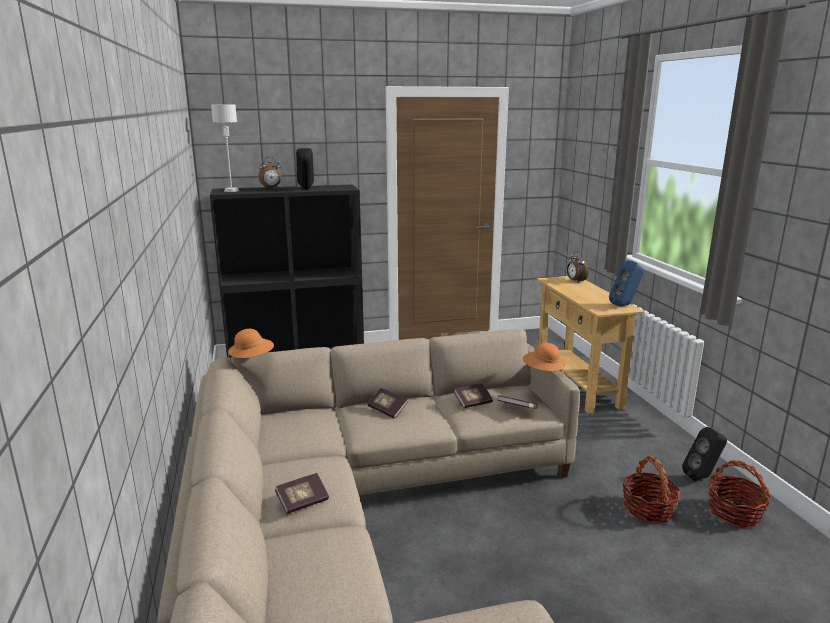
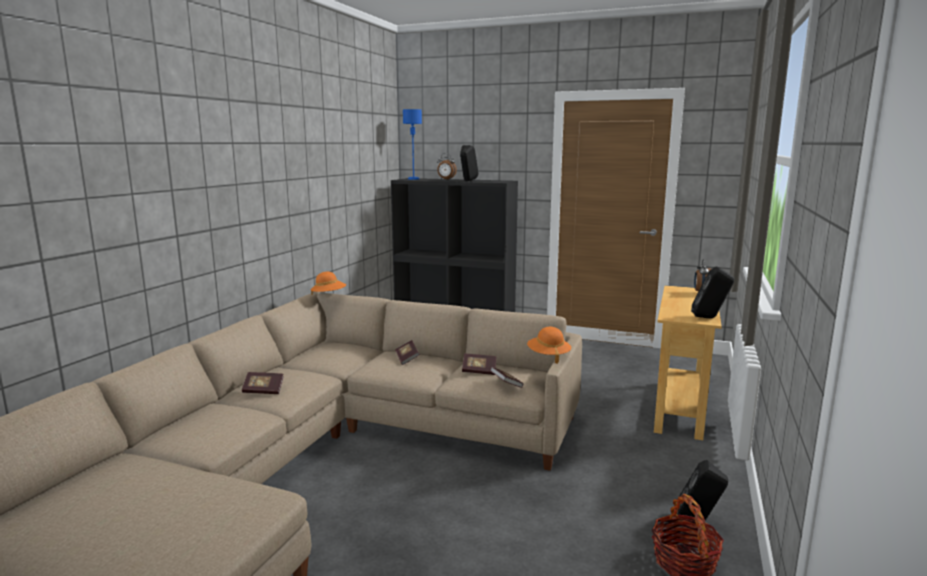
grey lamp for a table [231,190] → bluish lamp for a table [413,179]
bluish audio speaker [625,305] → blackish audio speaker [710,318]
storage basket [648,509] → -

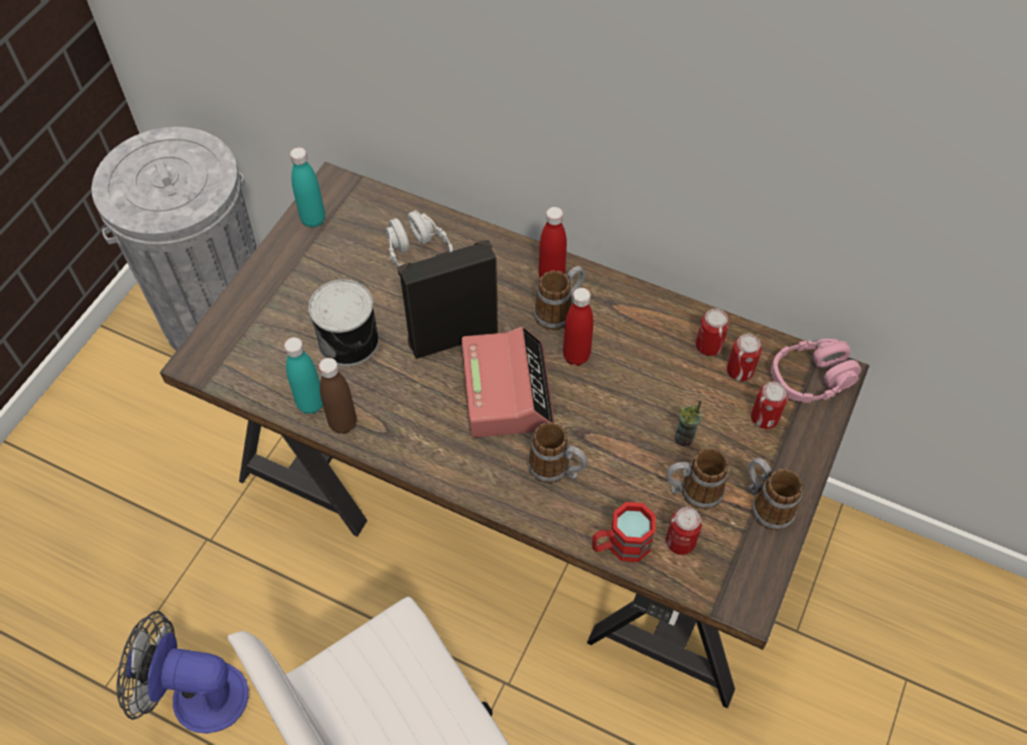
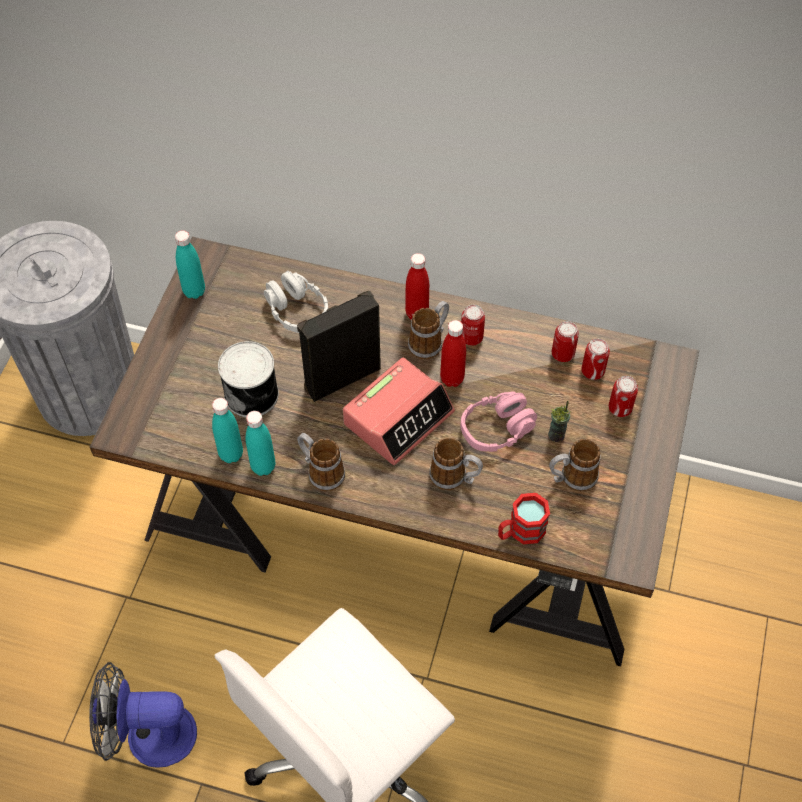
brown beverage bottle [343,423] → turquoise-coloured beverage bottle [263,466]
coffee mug [765,504] → coffee mug [321,471], moved
bedside clock [506,391] → bedside clock [398,417], 60 degrees clockwise
pinkish headphones [811,378] → pinkish headphones [497,428], moved
can [680,542] → can [471,337], moved

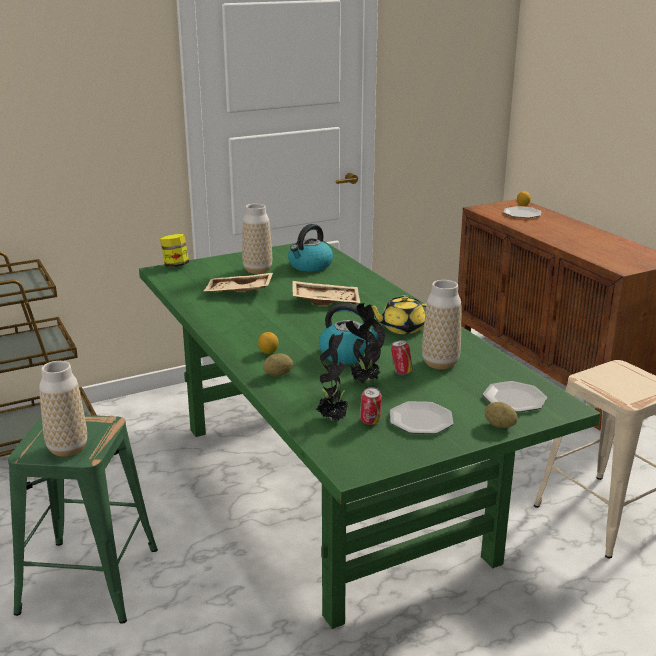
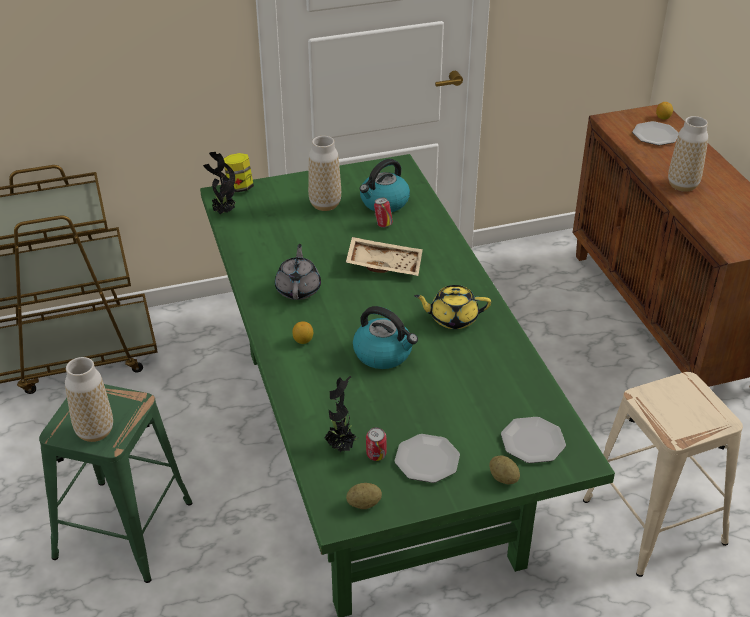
plant in a pot [364,381] → plant in a pot [223,212], moved
- → grey pot for tea [298,289]
potato [278,375] → potato [364,504], moved
can [401,373] → can [383,224], moved
vase [440,363] → vase [682,185], moved
beige carrying tray [239,292] → -

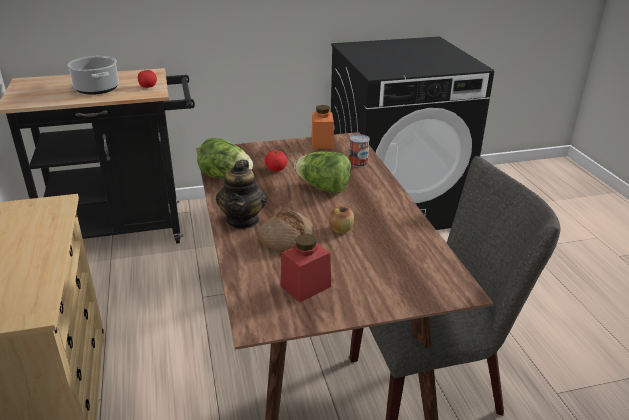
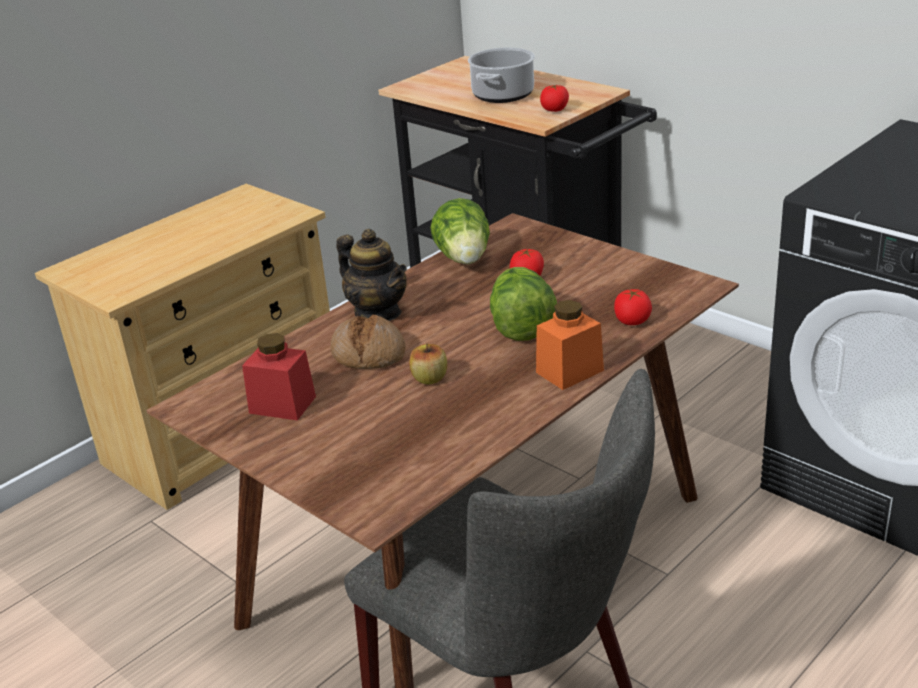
pot for tea [243,220] → pot for tea [378,313], 105 degrees counterclockwise
orange-coloured jar [322,143] → orange-coloured jar [569,371], moved
can [358,162] → tomato [632,321]

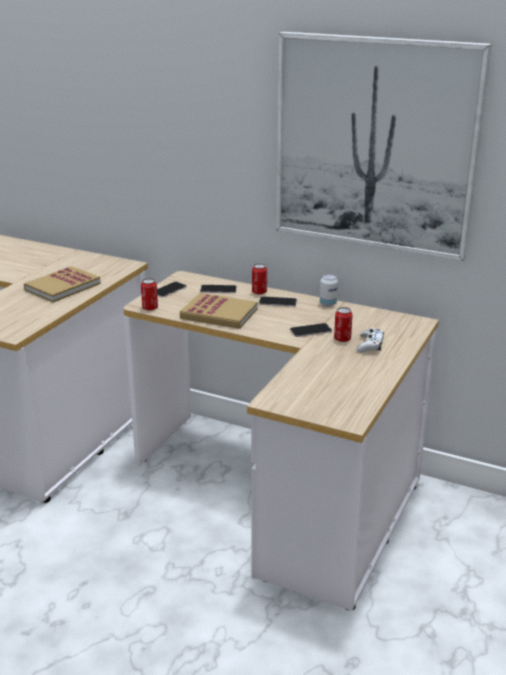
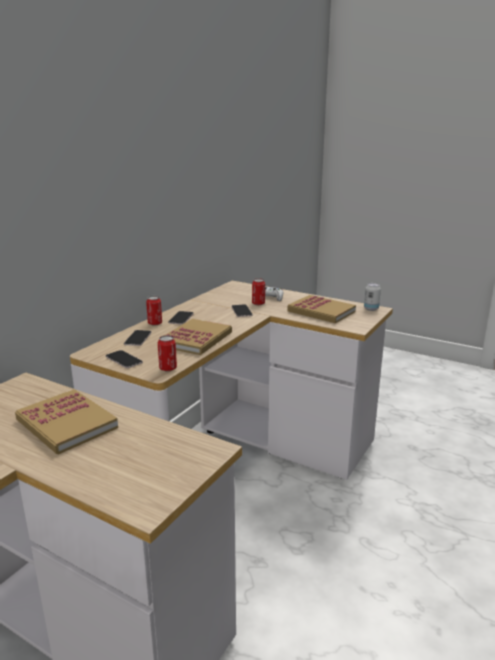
- → bound book [321,311]
can [328,304] → can [371,309], moved
wall picture [374,145] → -

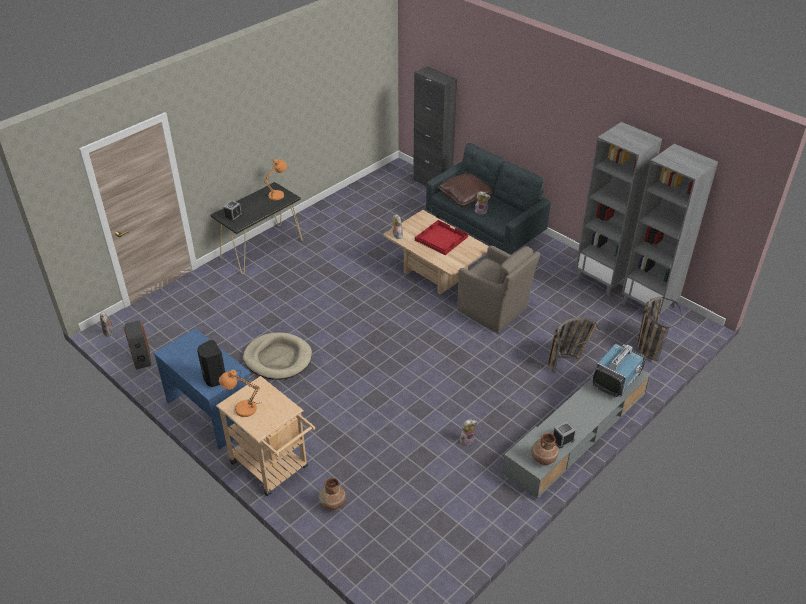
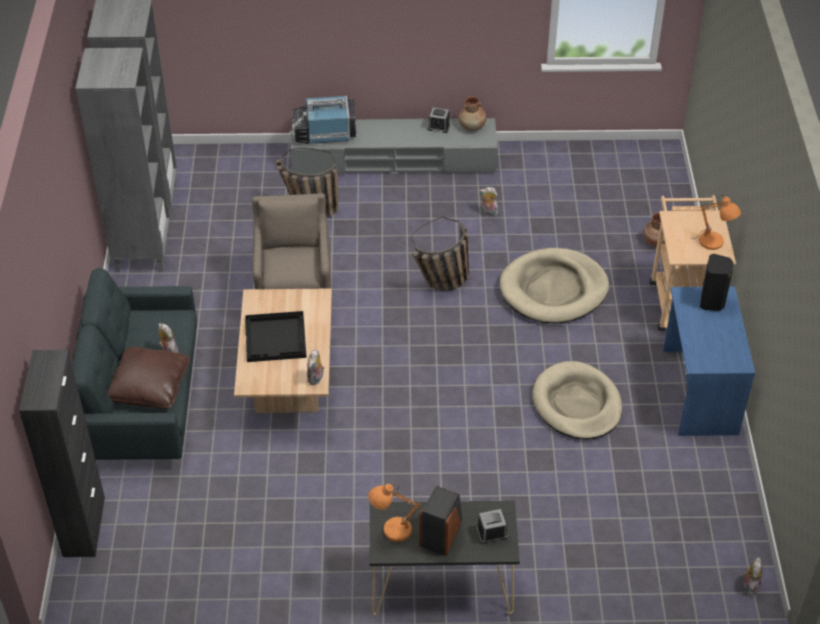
red carrying tray [440,238] → blackish carrying tray [276,338]
storage basket [648,344] → storage basket [442,284], moved
audio speaker [141,357] → audio speaker [441,533], moved
- → beige pet bed [553,289]

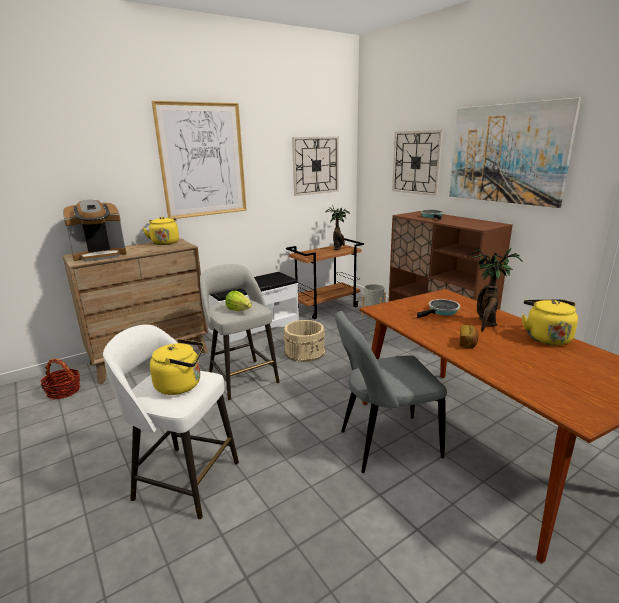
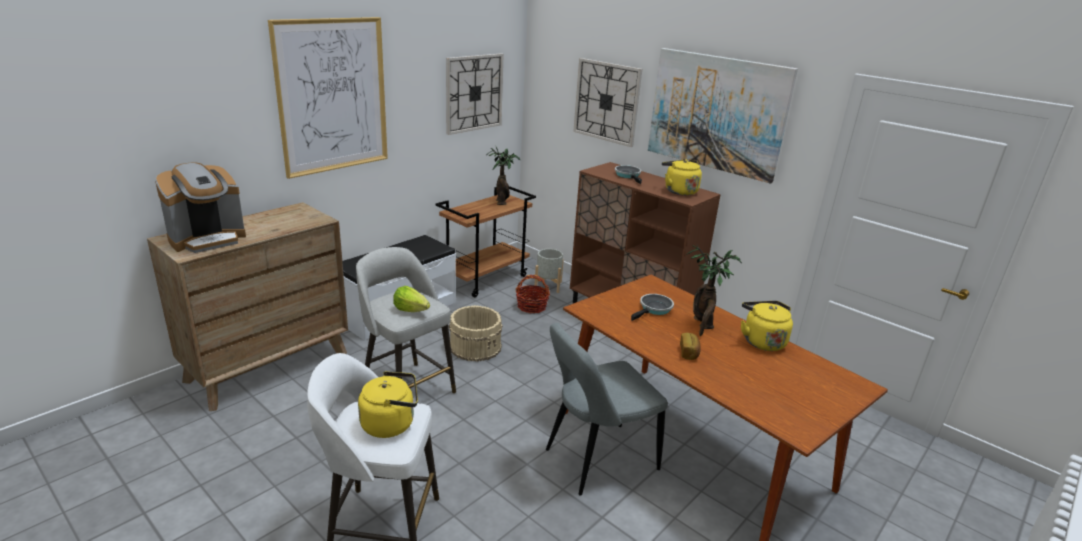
storage basket [64,391] → storage basket [532,306], moved
yellow water kettle [165,242] → yellow water kettle [679,191], moved

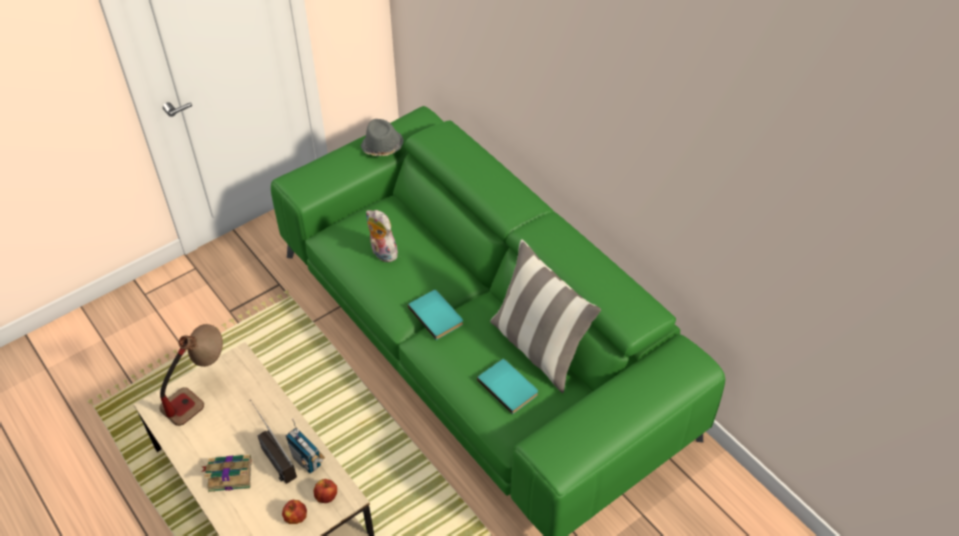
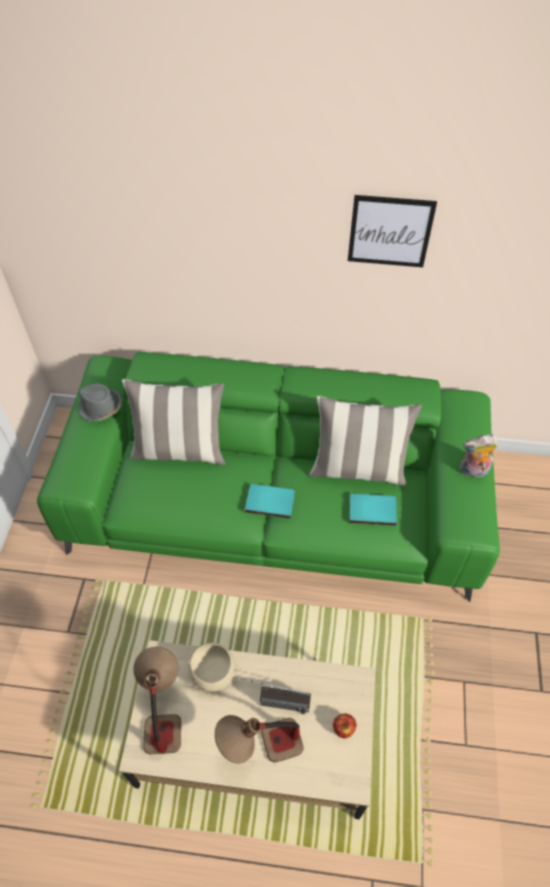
- → throw pillow [180,450]
- → beige deep dish [214,673]
bound book [228,474] → lamp for a table [260,747]
- → wall picture [390,231]
plush toy [382,253] → plush toy [473,471], moved
radio [307,460] → -
apple [326,496] → -

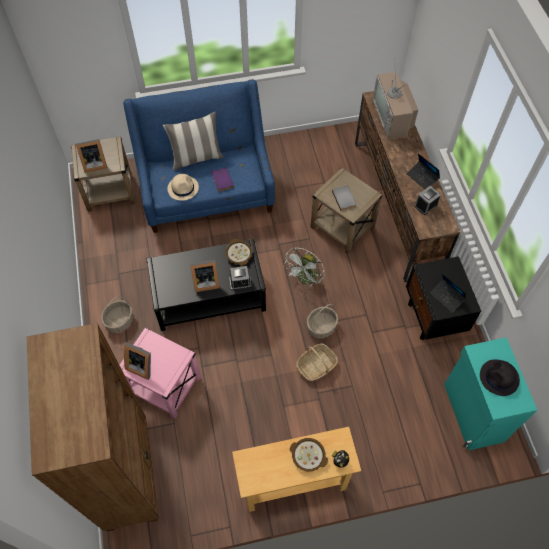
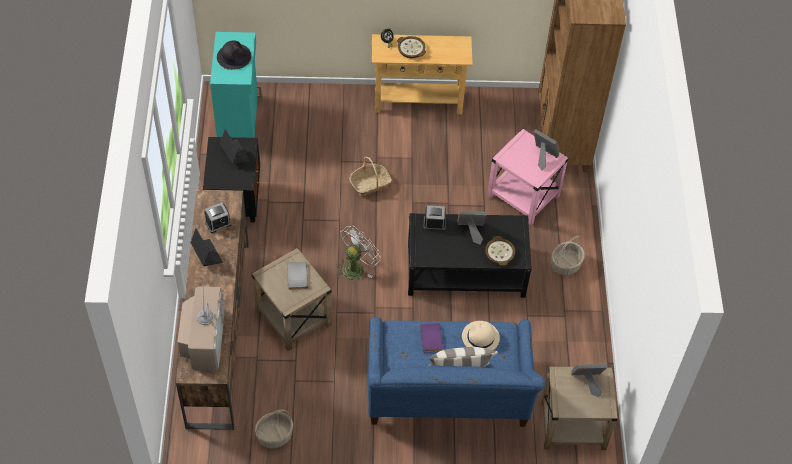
storage basket [321,327] → storage basket [275,435], moved
deep dish [238,254] → deep dish [500,253], moved

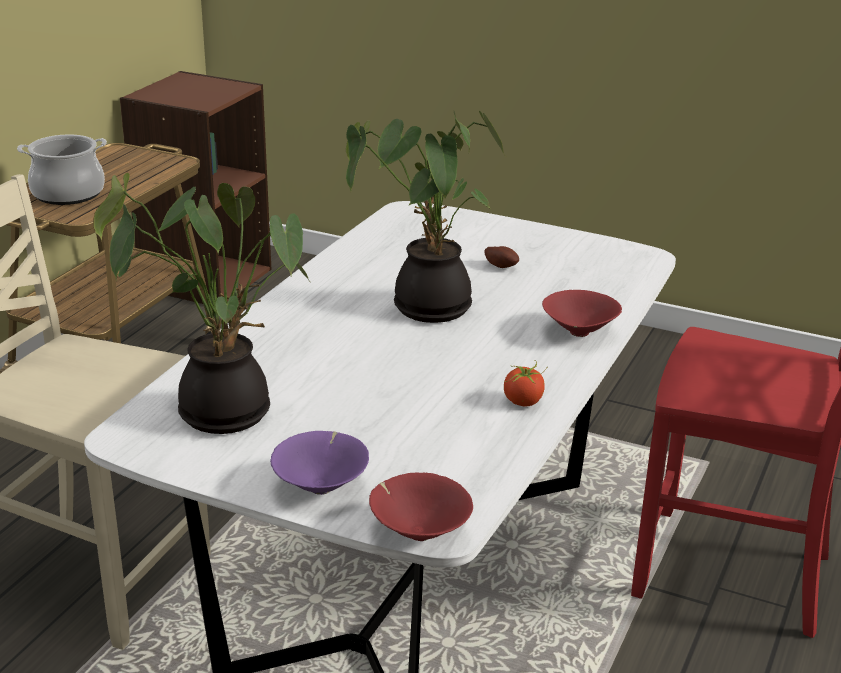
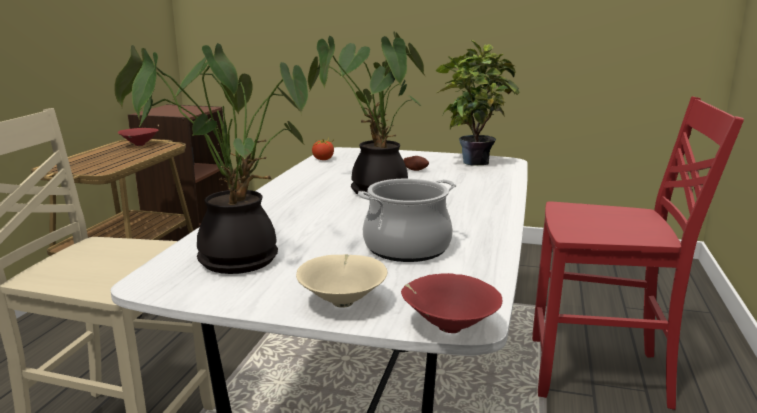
red deep dish [579,334] → red deep dish [139,145], moved
purple-coloured deep dish [322,486] → beige deep dish [343,301]
tomato [523,401] → tomato [323,159], moved
saucepot [68,193] → saucepot [407,248], moved
- → plant in a pot [472,161]

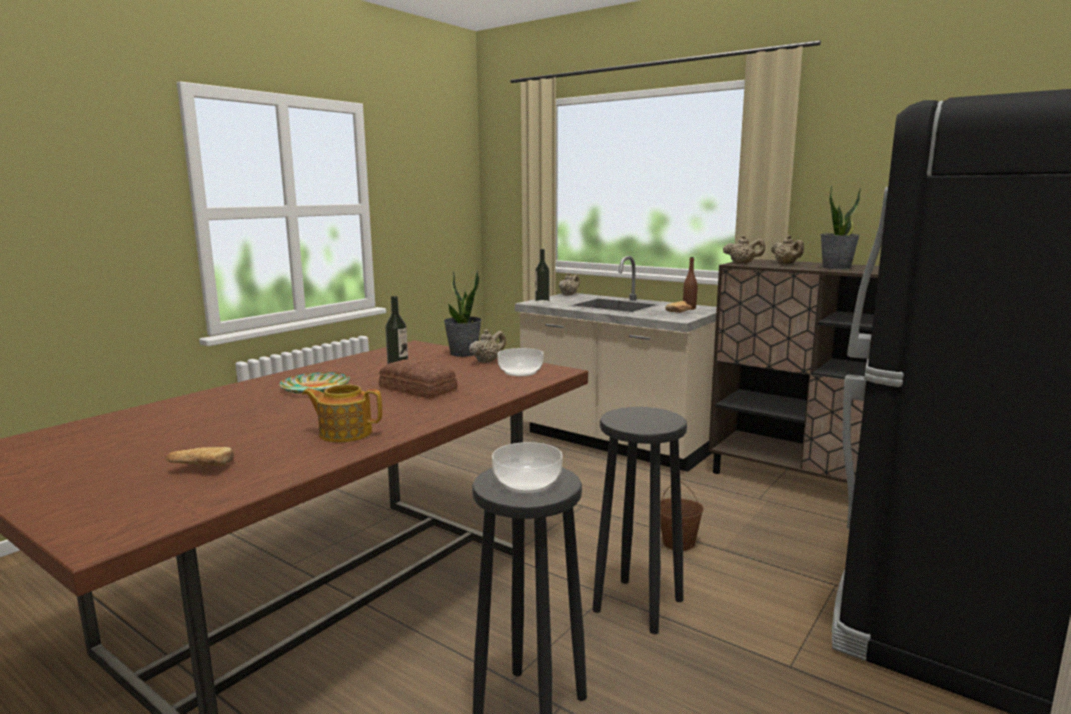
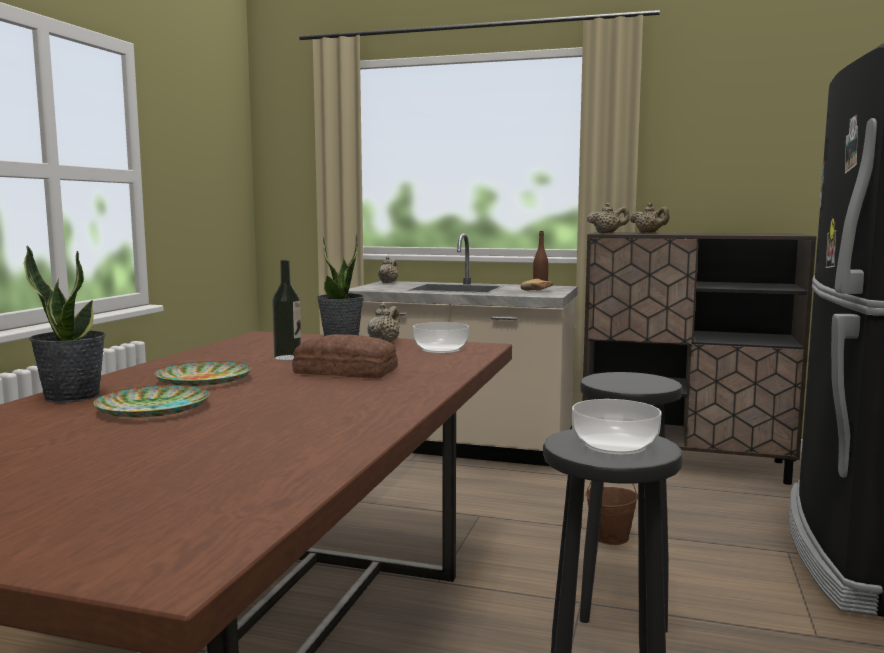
plant in a pot [836,268] → plant in a pot [72,396], moved
- → flat dish [153,408]
bakery bread [200,468] → -
pot for tea [345,433] → -
beverage bottle [542,301] → -

